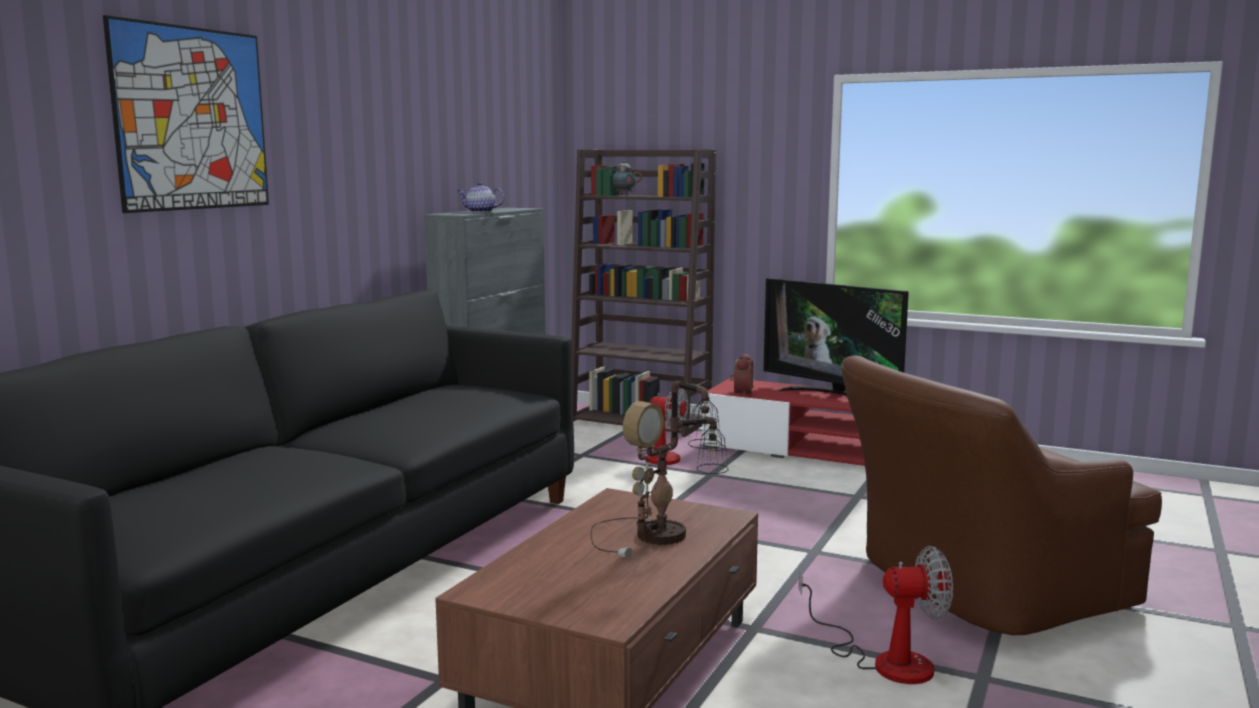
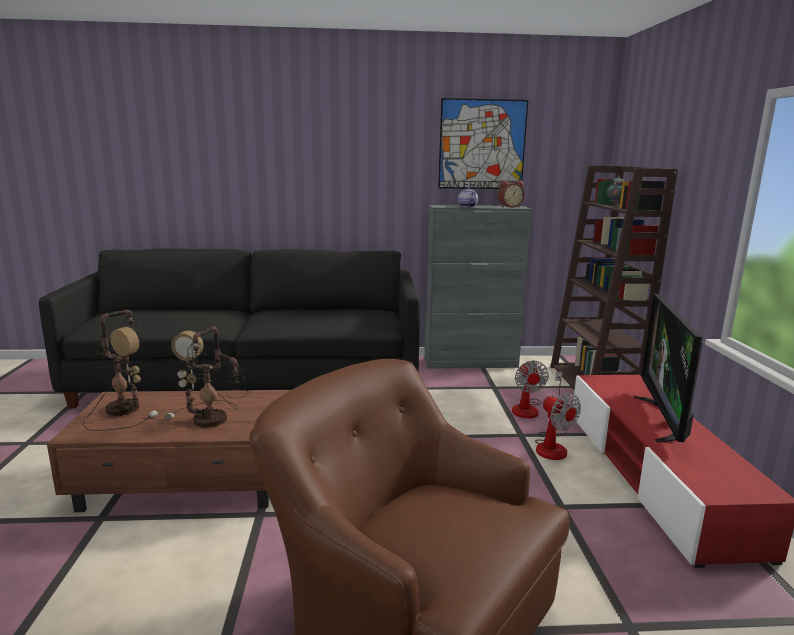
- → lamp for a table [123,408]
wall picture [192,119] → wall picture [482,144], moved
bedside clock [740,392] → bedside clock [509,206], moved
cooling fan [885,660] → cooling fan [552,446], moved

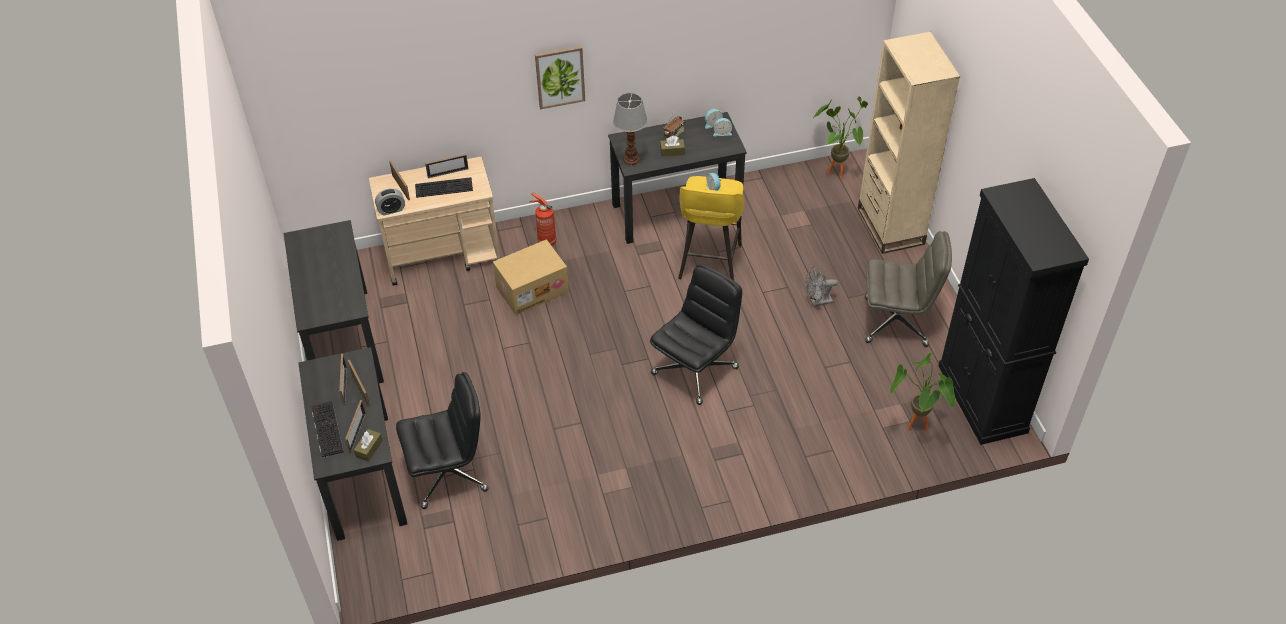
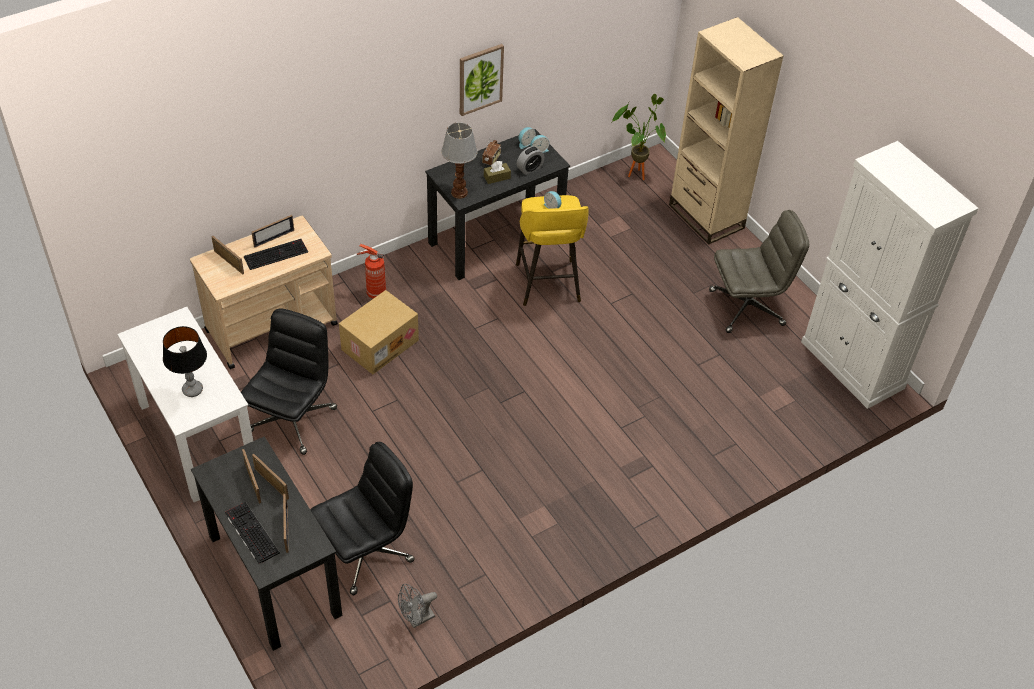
blackish desk table [343,340] → white-coloured desk table [197,437]
- → lamp for a table [192,390]
blackish desk chair [695,370] → blackish desk chair [292,419], moved
grey cooling fan [817,302] → grey cooling fan [417,619], moved
wall picture [560,76] → wall picture [480,79], moved
bedside clock [391,210] → bedside clock [530,168], moved
blackish cupboard [982,399] → white-coloured cupboard [852,365]
brown tissue holder [369,448] → -
plant in a pot [916,430] → -

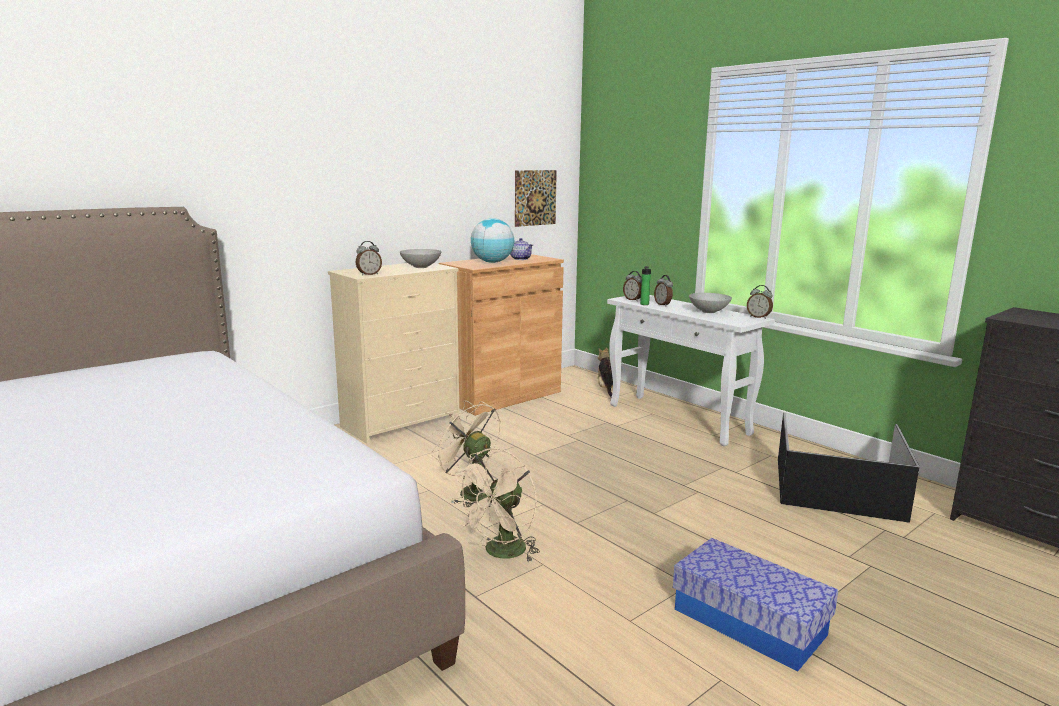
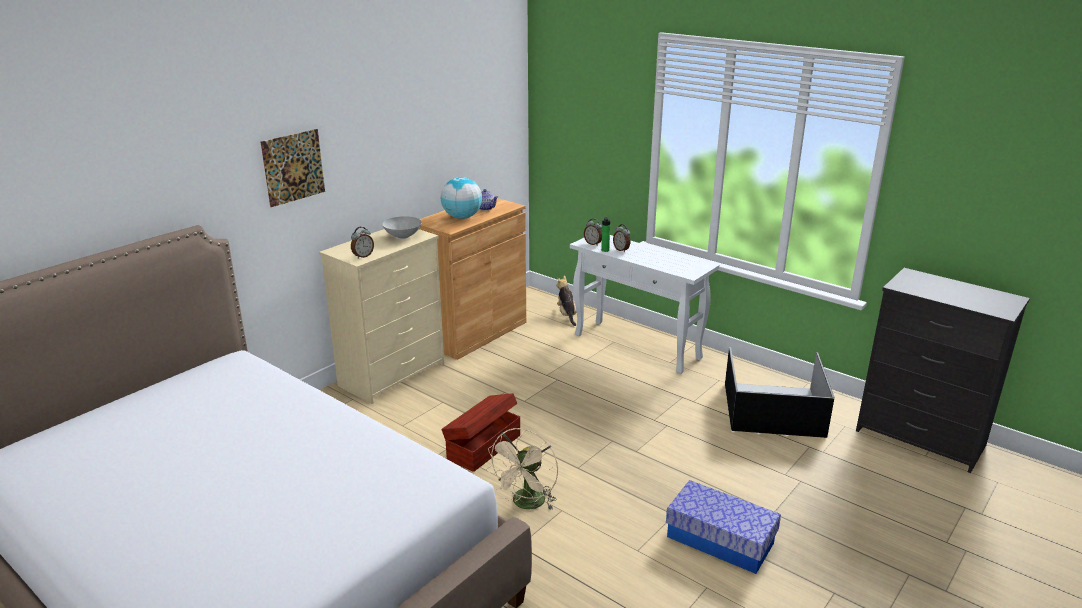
wall picture [535,198] → wall picture [293,167], moved
beige cooling fan [470,492] → brown storage bin [482,447]
grey deep dish [708,311] → -
bedside clock [758,317] → -

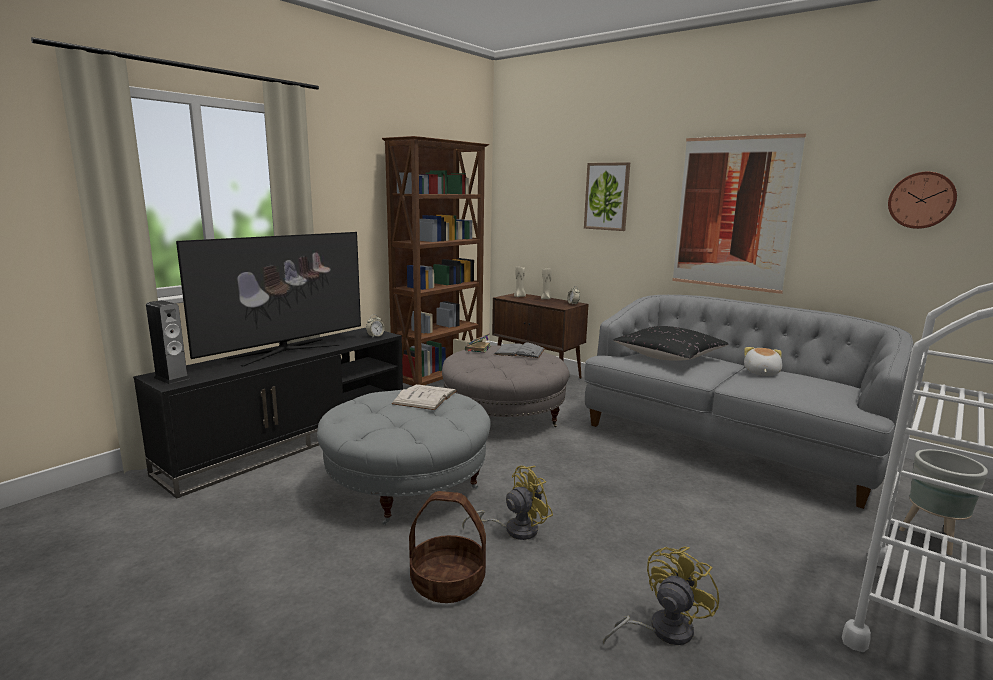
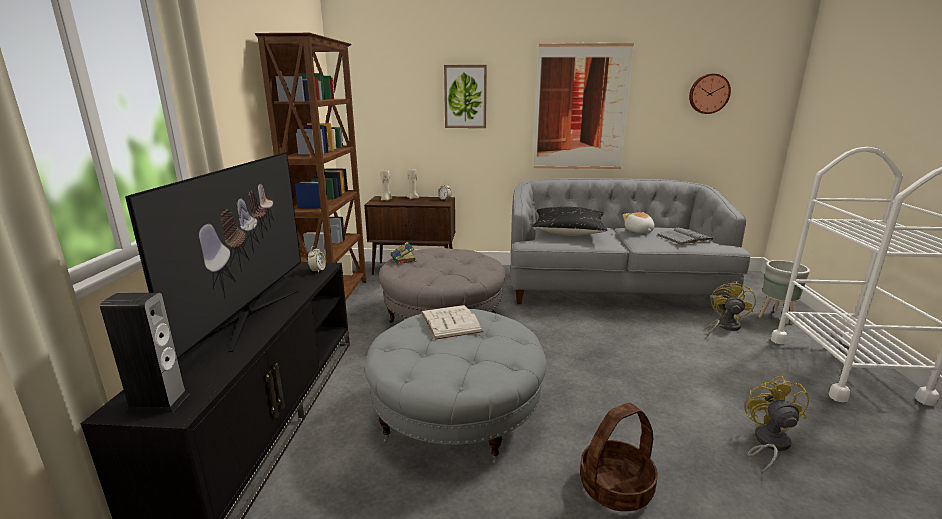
grey bound book [519,352] → grey bound book [684,237], moved
yellow cooling fan [514,529] → yellow cooling fan [724,326], moved

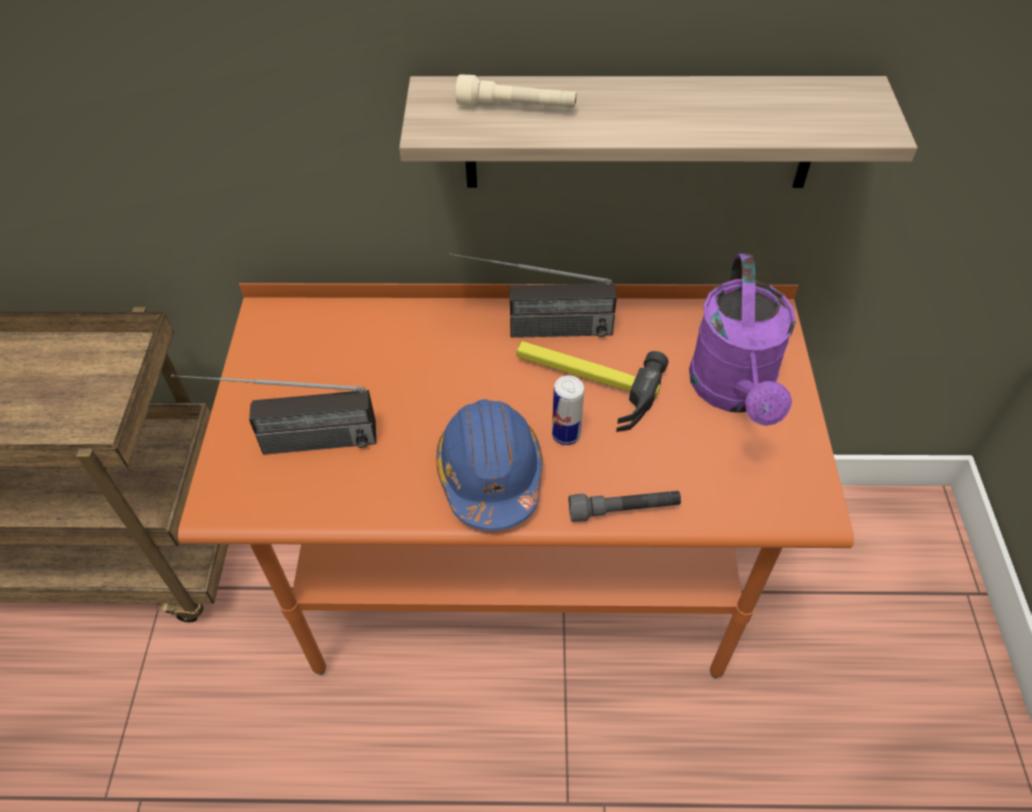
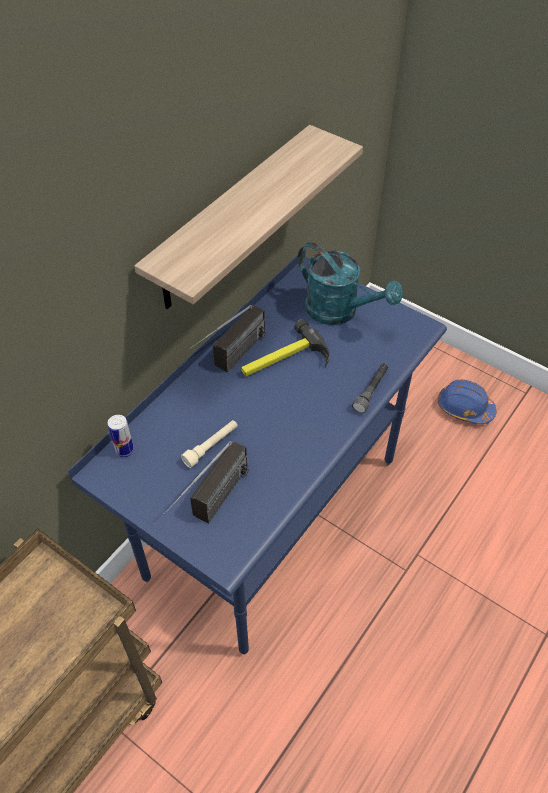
orange-coloured desk table [518,586] → bluish desk table [273,517]
can [566,434] → can [124,450], moved
beige flashlight [516,107] → beige flashlight [211,446], moved
purple-coloured sprinkling can [734,392] → turquoise-coloured sprinkling can [340,312]
bluish work helmet [490,474] → bluish work helmet [464,408], moved

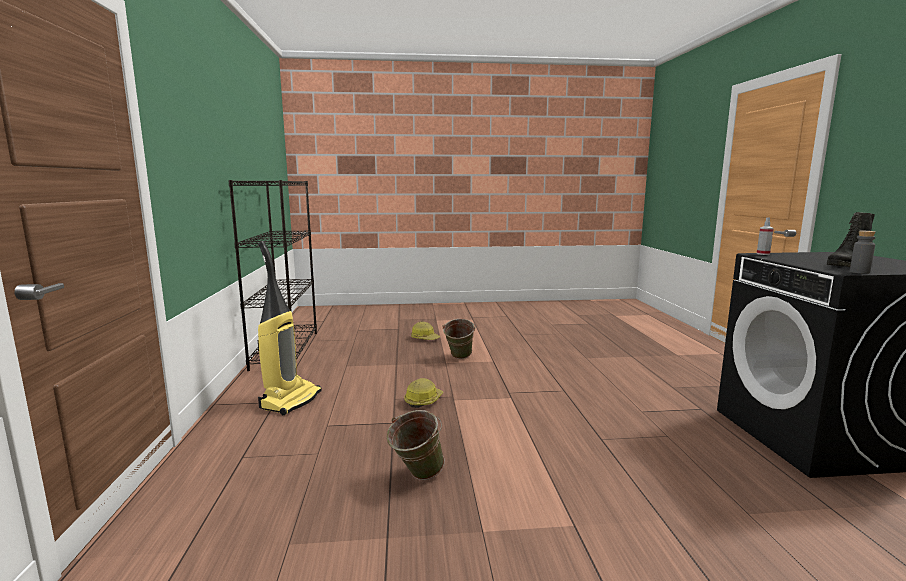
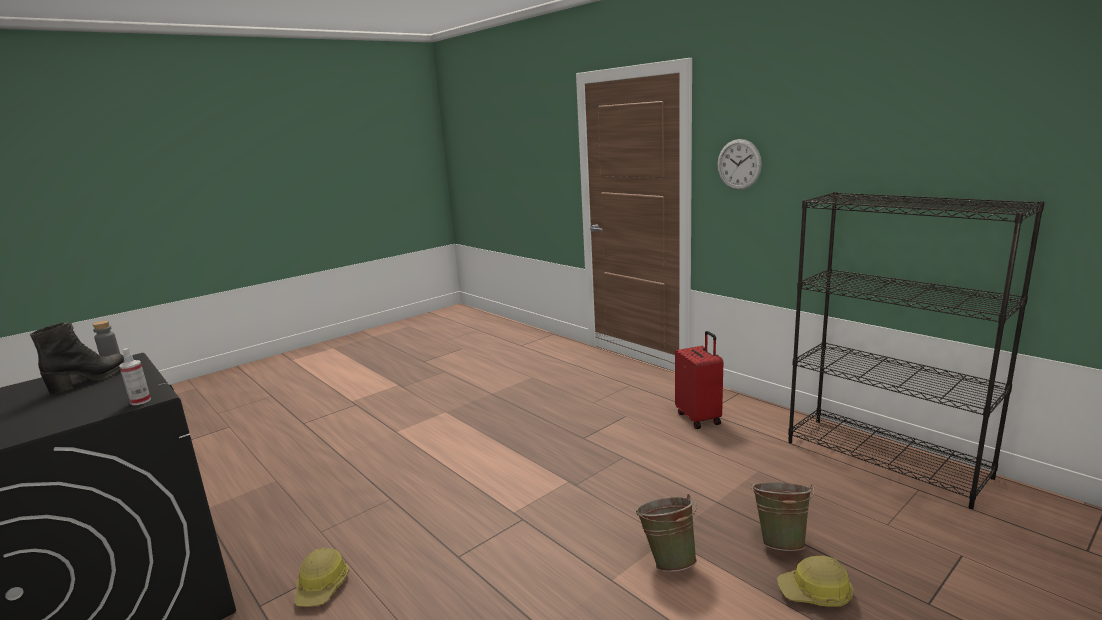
work helmet [423,400] → work helmet [323,586], moved
hoover [290,400] → red suitcase [699,418]
- → hanging clock [739,164]
green-coloured pail [416,477] → green-coloured pail [780,541], moved

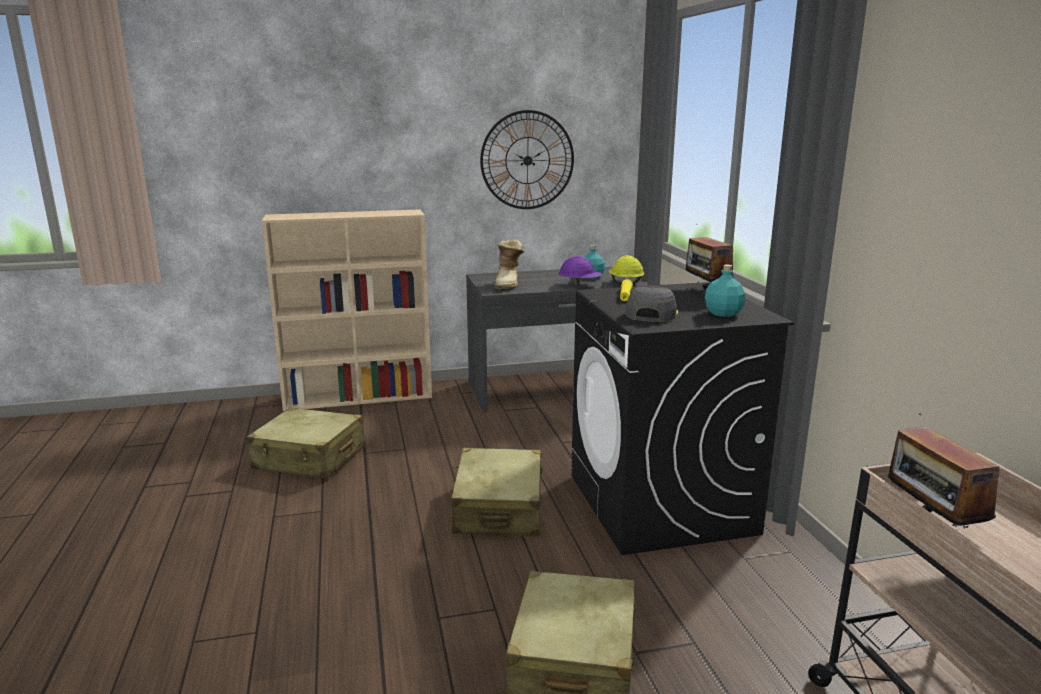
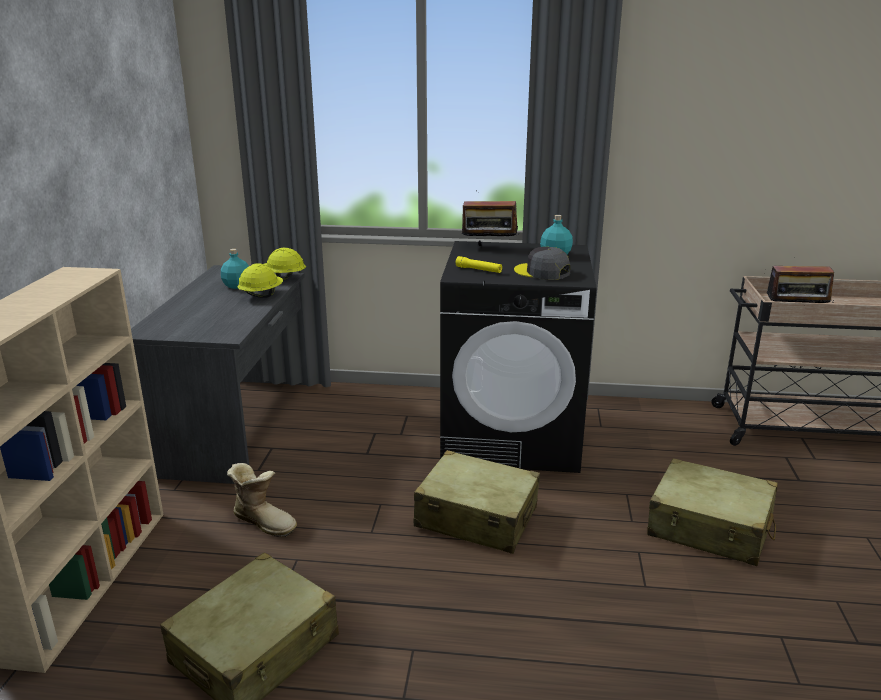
high-top boot [509,284] → high-top boot [264,521], moved
purple-coloured work helmet [580,285] → yellow work helmet [261,296]
hanging clock [527,160] → -

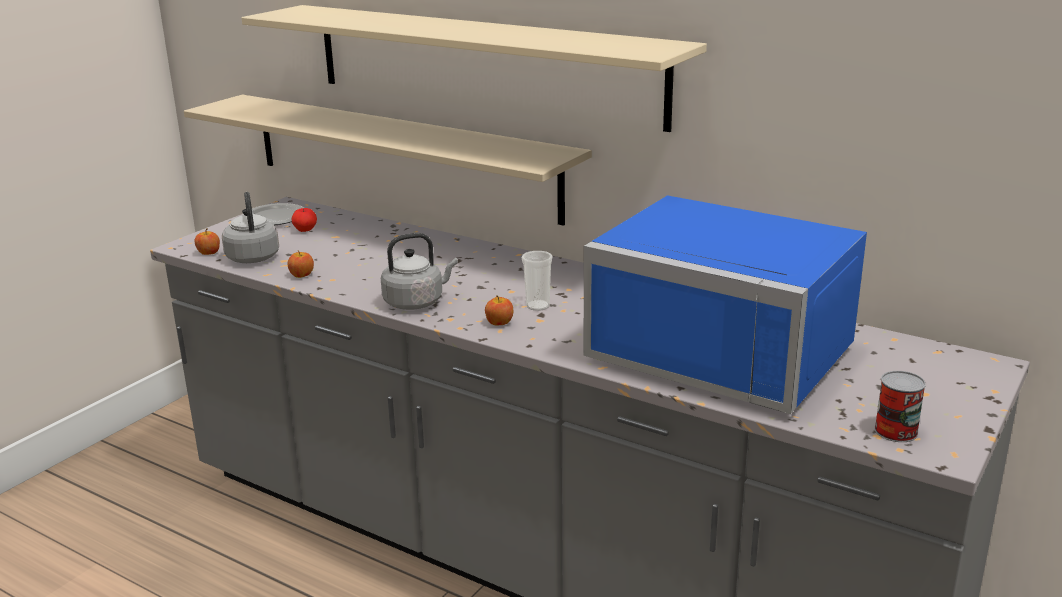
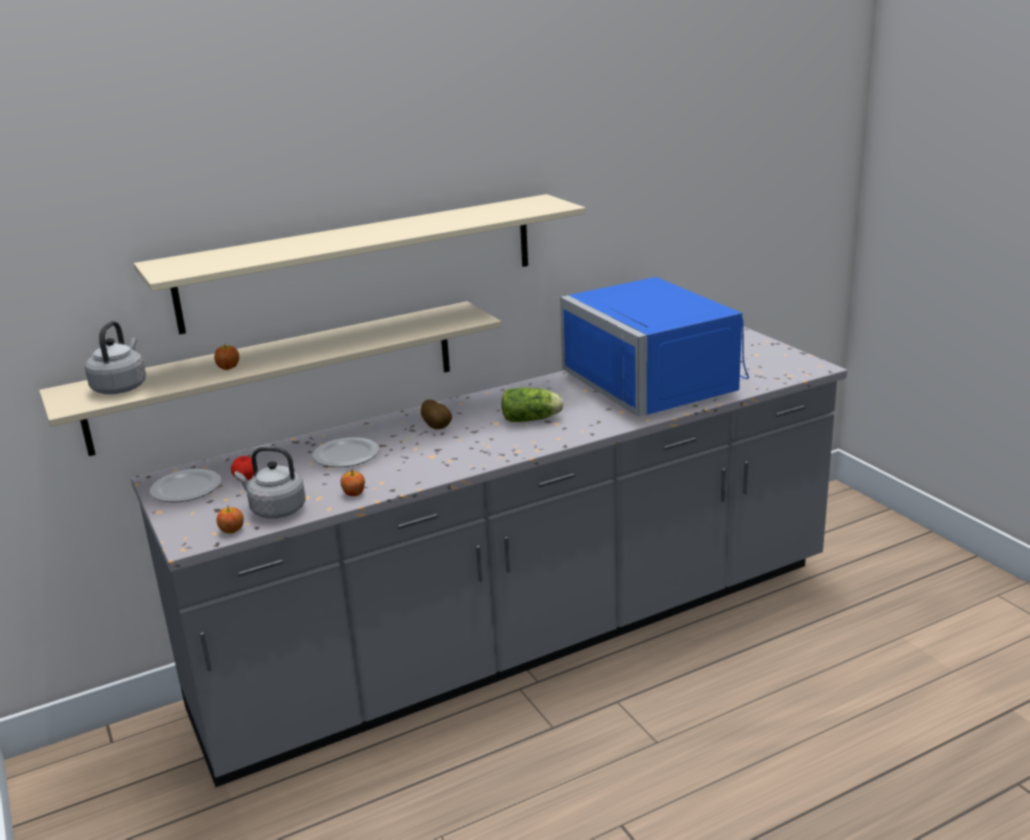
grey water kettle [416,302] → grey water kettle [121,387], moved
apple [499,323] → apple [228,367], moved
- → flat dish [347,456]
- → potato [438,427]
drinking cup [537,306] → lettuce head [533,419]
bluish microwave oven [729,348] → bluish microwave oven [659,382], 90 degrees clockwise
can [896,431] → -

